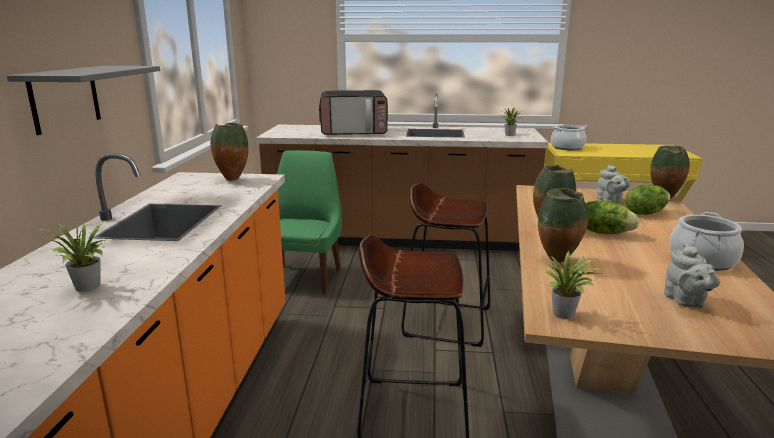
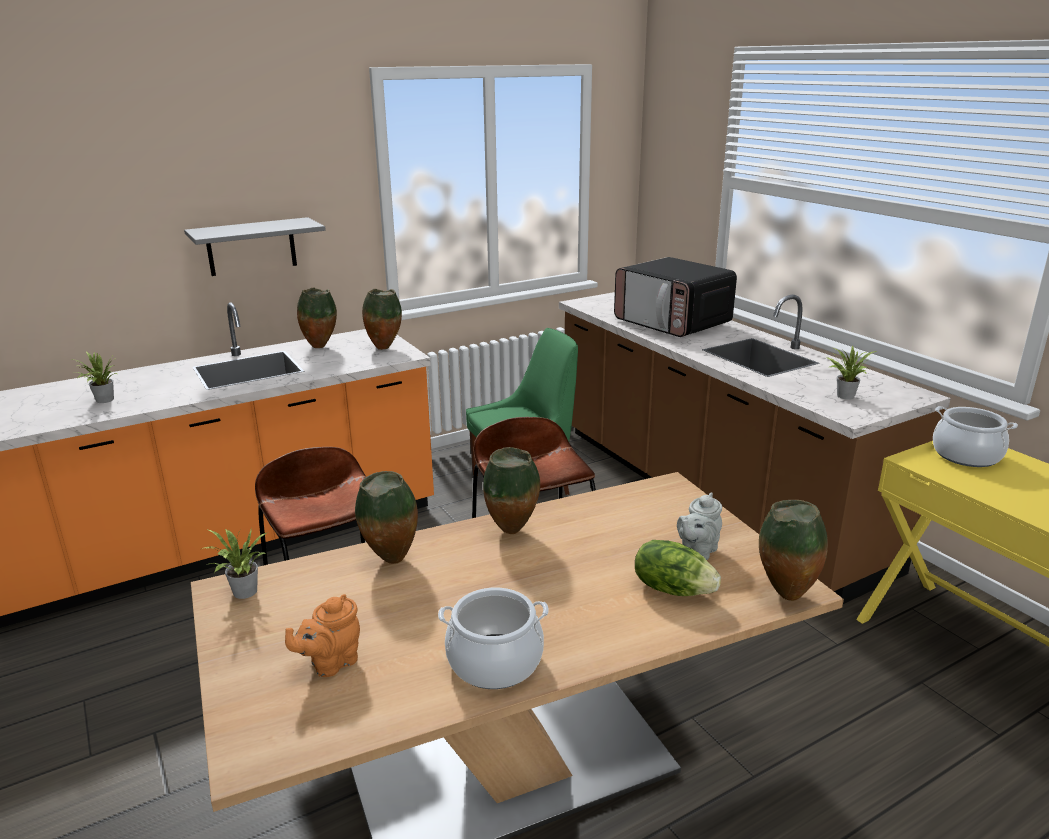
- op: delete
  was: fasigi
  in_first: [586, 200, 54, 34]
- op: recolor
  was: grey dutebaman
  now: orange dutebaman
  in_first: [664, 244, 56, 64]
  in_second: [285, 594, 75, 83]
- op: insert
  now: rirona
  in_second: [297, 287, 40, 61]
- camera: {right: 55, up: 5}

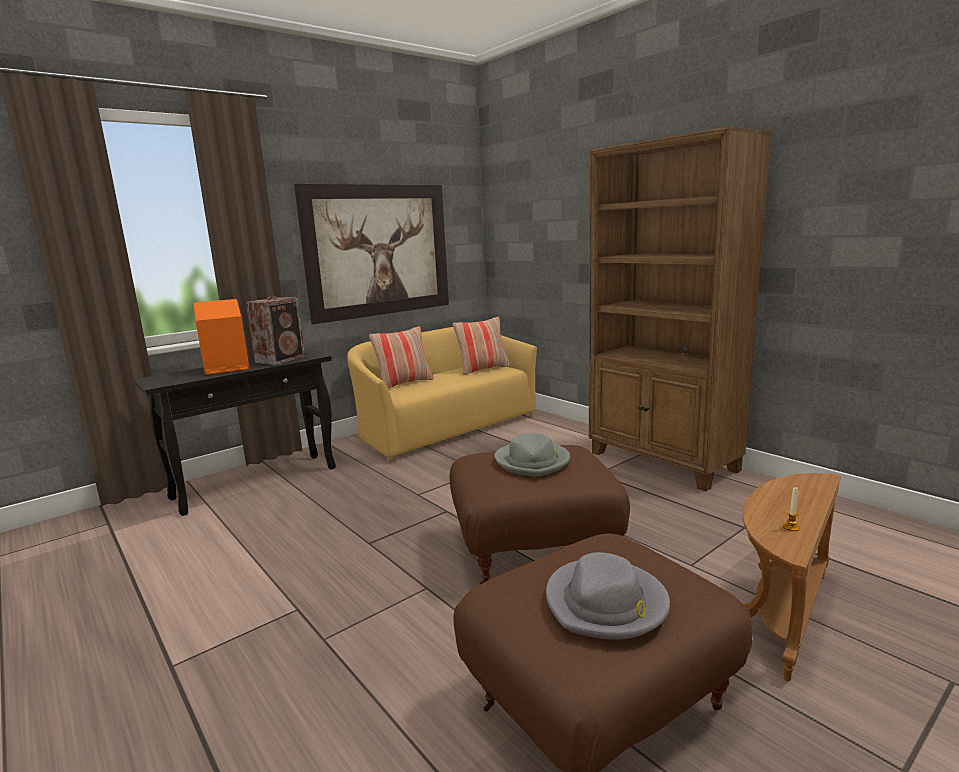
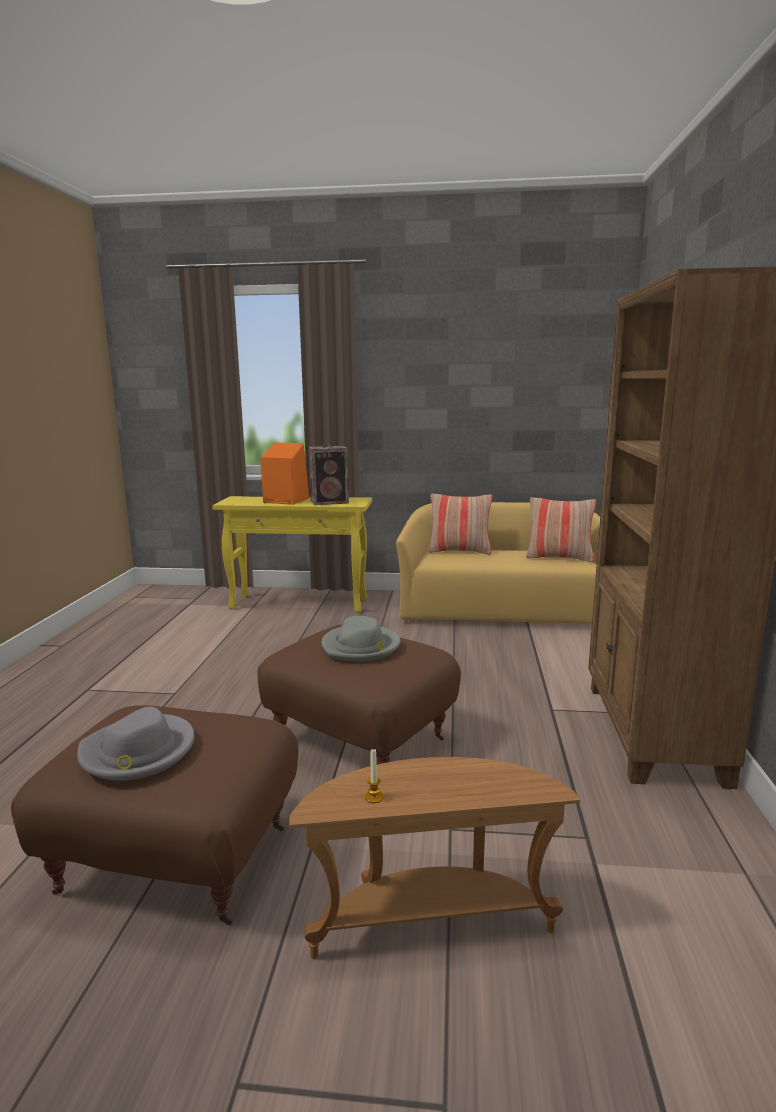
- op: recolor
  was: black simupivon
  now: yellow simupivon
  in_first: [133, 349, 203, 167]
  in_second: [212, 496, 160, 117]
- op: delete
  was: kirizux
  in_first: [294, 184, 155, 140]
- camera: {right: 45, up: 0}

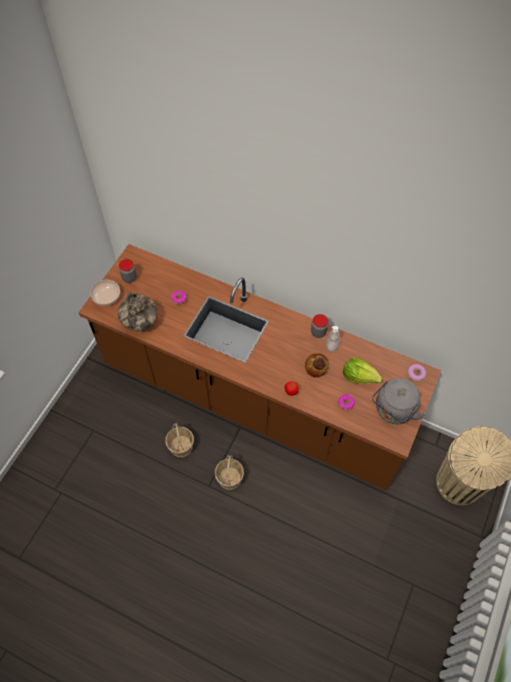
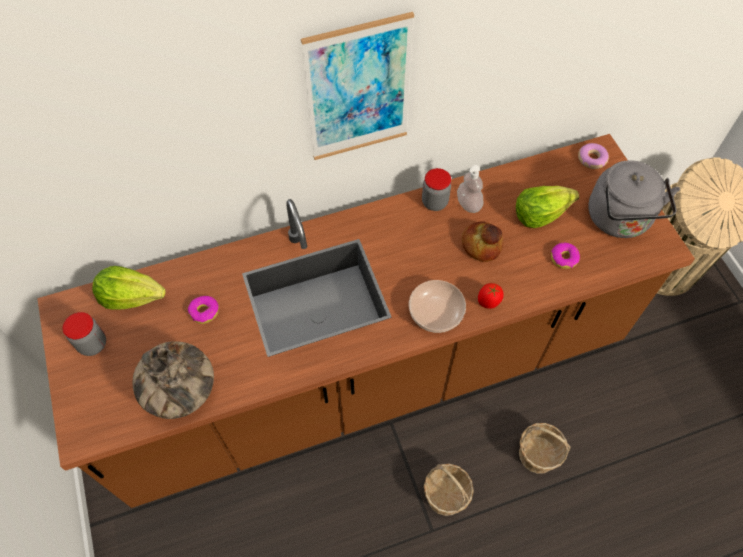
- op: move
  was: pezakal
  in_first: [90, 280, 30, 26]
  in_second: [409, 280, 57, 53]
- op: move
  was: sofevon
  in_first: [165, 423, 29, 34]
  in_second: [519, 423, 51, 51]
- op: insert
  now: fasigi
  in_second: [92, 266, 74, 43]
- op: insert
  now: kirizux
  in_second: [301, 12, 113, 148]
- camera: {right: -45, up: 0}

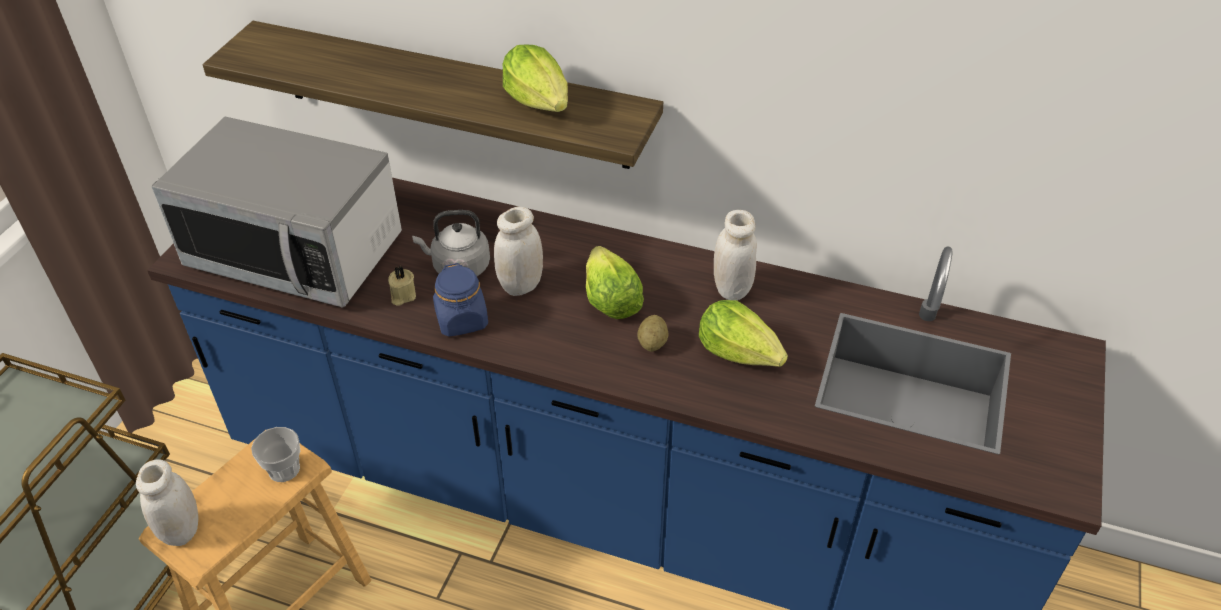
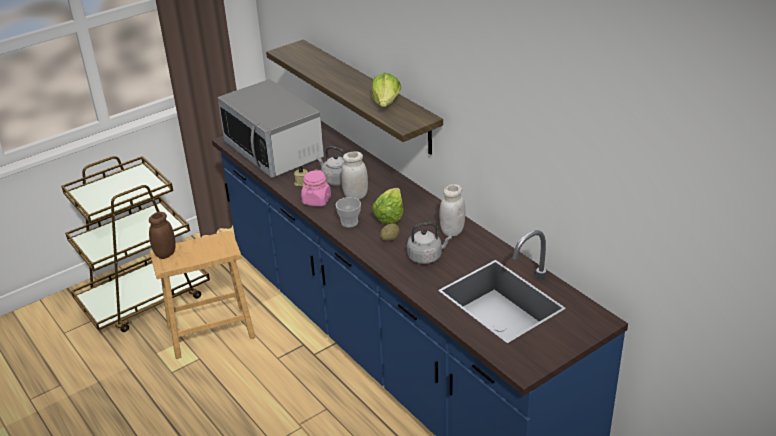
- op: recolor
  was: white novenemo
  now: brown novenemo
  in_first: [136, 459, 63, 87]
  in_second: [149, 212, 27, 47]
- op: move
  was: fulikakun
  in_first: [251, 427, 49, 55]
  in_second: [336, 197, 25, 30]
- op: recolor
  was: blue novenemo
  now: pink novenemo
  in_first: [433, 263, 55, 74]
  in_second: [301, 170, 30, 37]
- op: replace
  was: fasigi
  now: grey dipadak
  in_first: [699, 300, 89, 67]
  in_second: [407, 222, 45, 42]
- camera: {right: 35, up: -10}

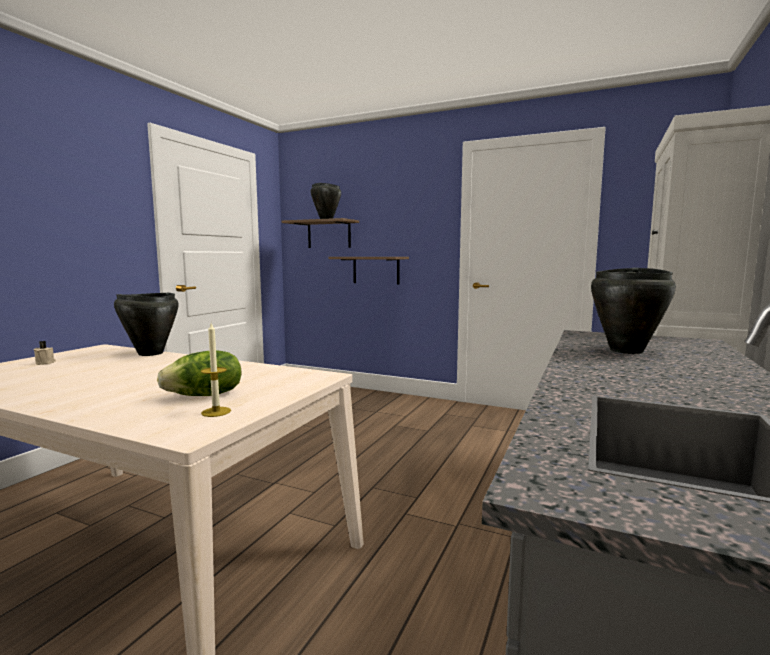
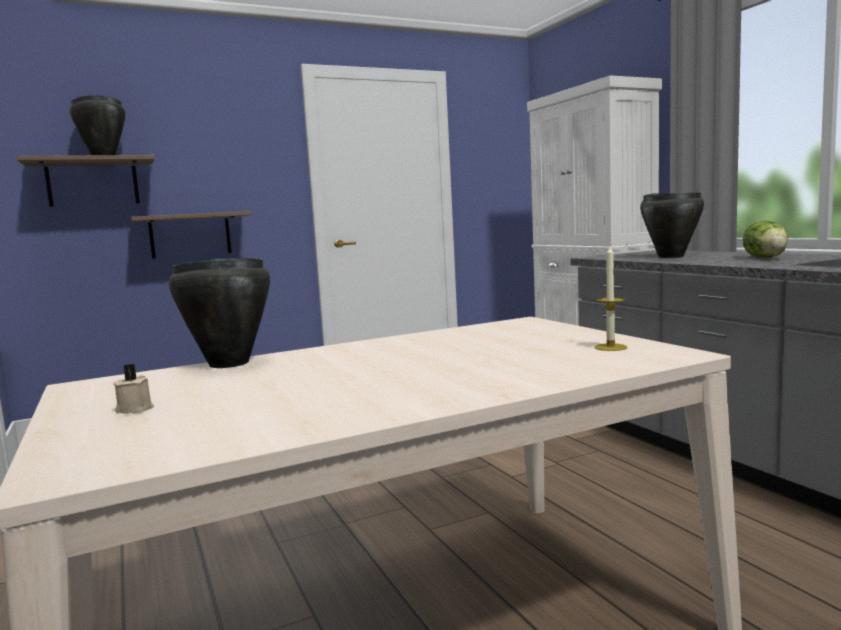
- op: move
  was: fasigi
  in_first: [157, 351, 84, 45]
  in_second: [743, 221, 45, 37]
- camera: {right: -50, up: 0}

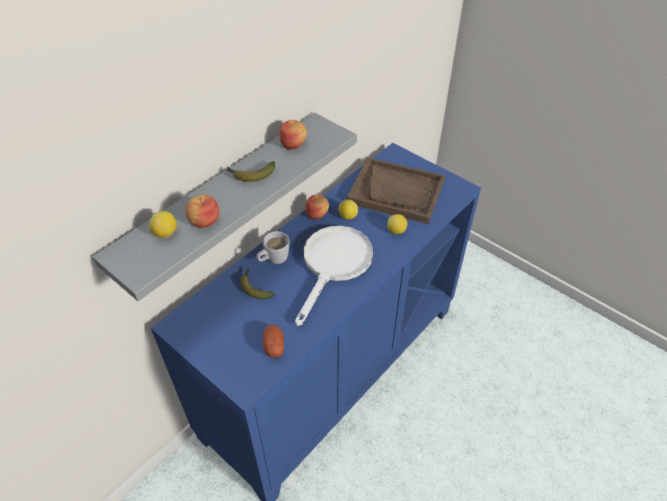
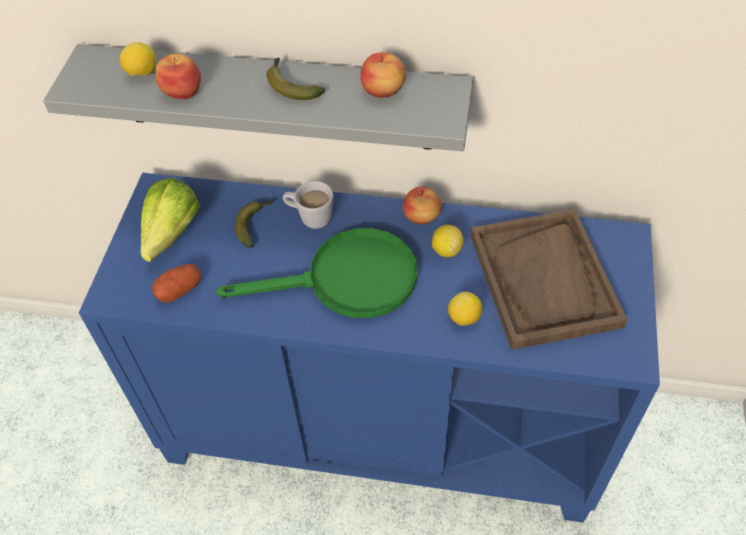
- op: recolor
  was: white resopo
  now: green resopo
  in_first: [295, 226, 78, 100]
  in_second: [216, 228, 201, 90]
- op: insert
  now: fasigi
  in_second: [141, 178, 59, 84]
- camera: {right: 60, up: 5}

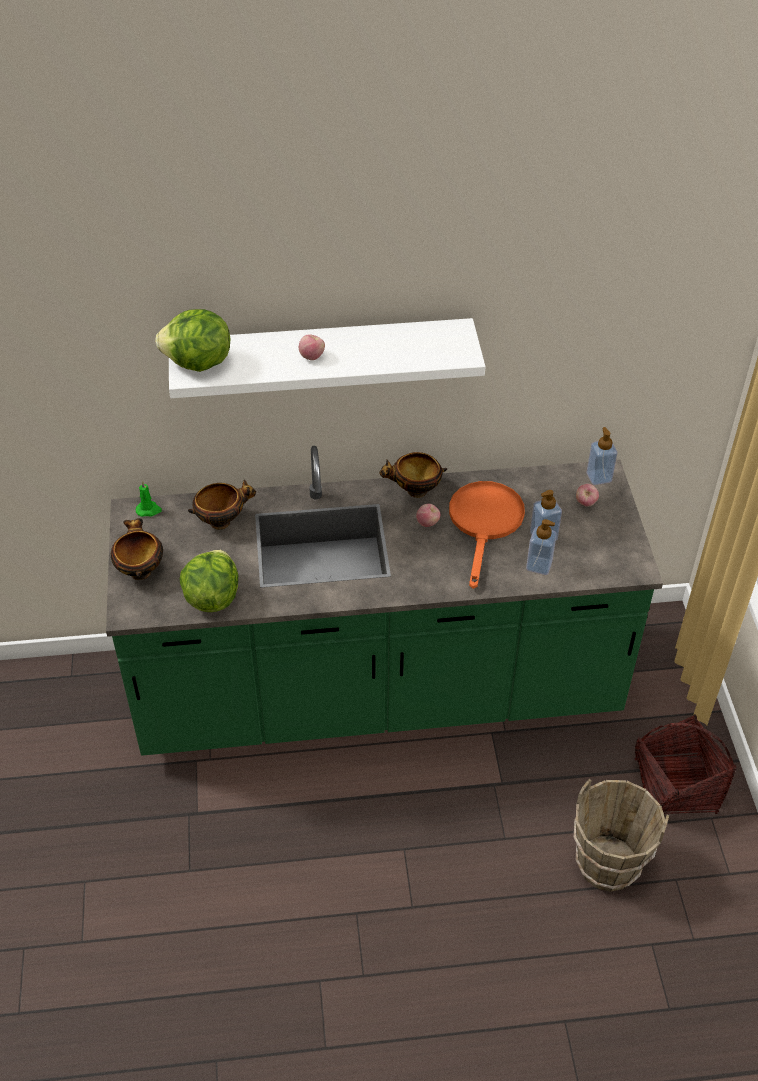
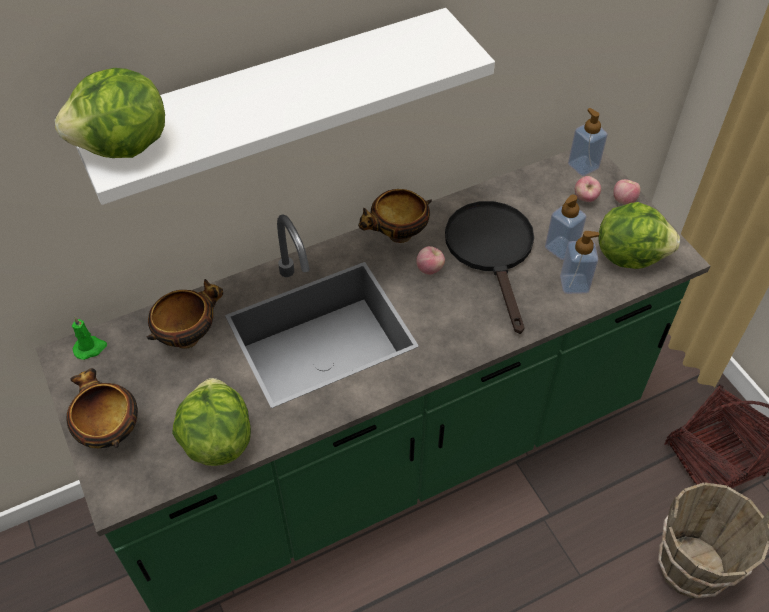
- op: move
  was: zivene
  in_first: [299, 334, 26, 26]
  in_second: [613, 179, 28, 26]
- op: recolor
  was: orange resopo
  now: black resopo
  in_first: [449, 481, 76, 108]
  in_second: [445, 201, 89, 133]
- op: insert
  now: fasigi
  in_second: [598, 202, 82, 67]
- camera: {right: -20, up: 5}

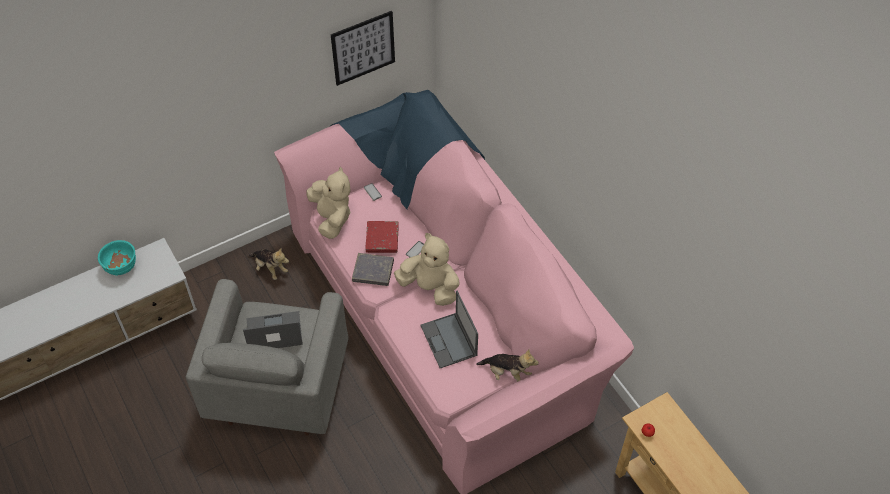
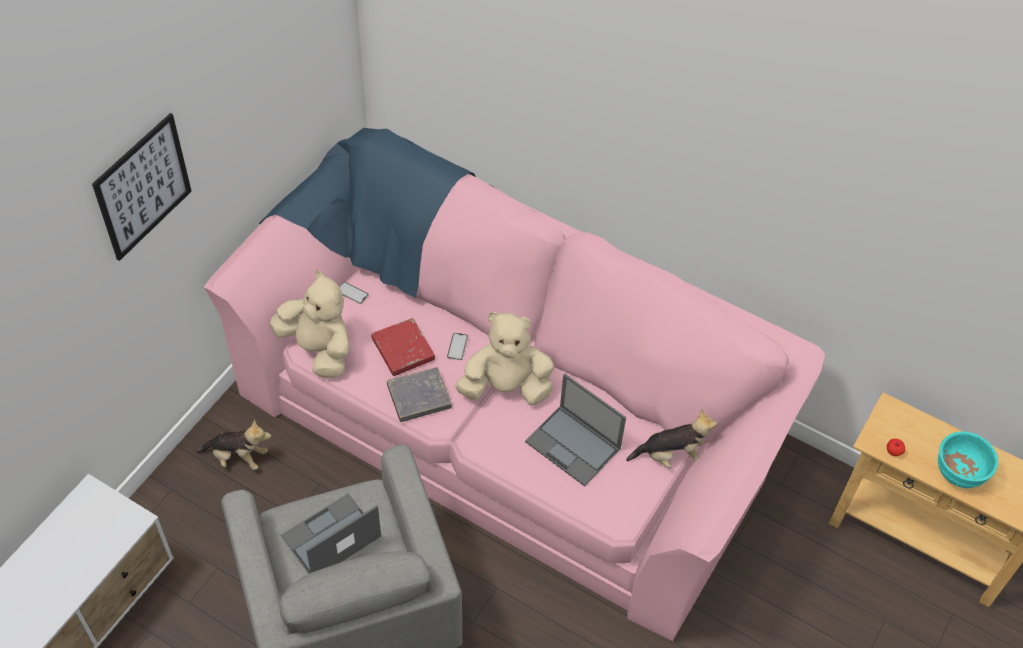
- op: move
  was: turquoise pezakal
  in_first: [98, 240, 38, 35]
  in_second: [938, 431, 60, 58]
- op: move
  was: kirizux
  in_first: [331, 11, 64, 75]
  in_second: [92, 113, 100, 148]
- camera: {right: -30, up: 0}

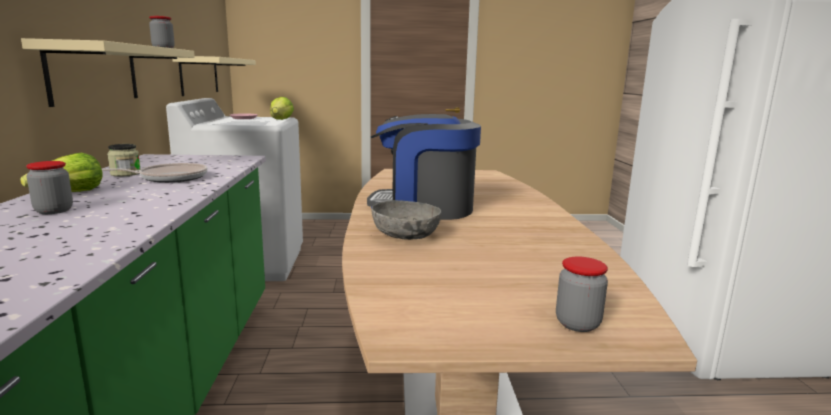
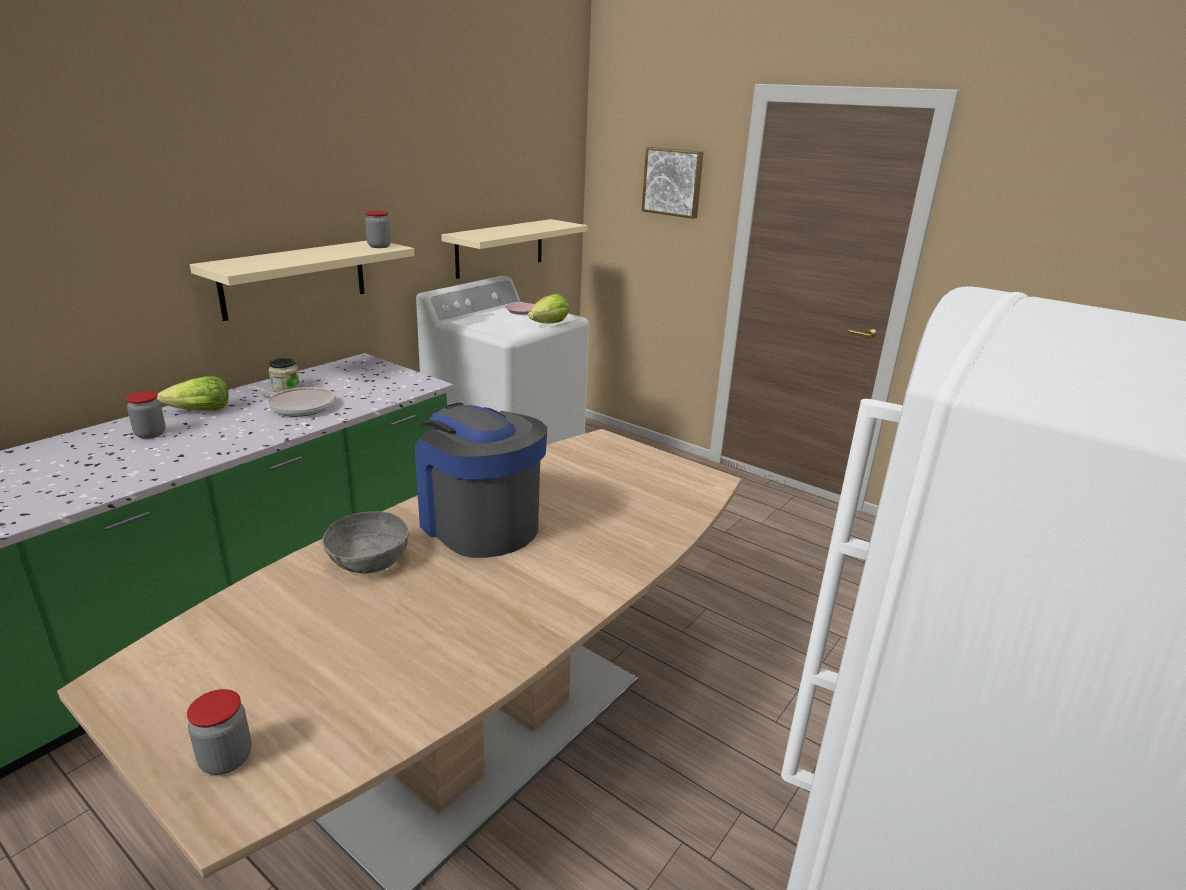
- op: insert
  now: kirizux
  in_second: [642, 147, 62, 72]
- camera: {right: 40, up: 10}

